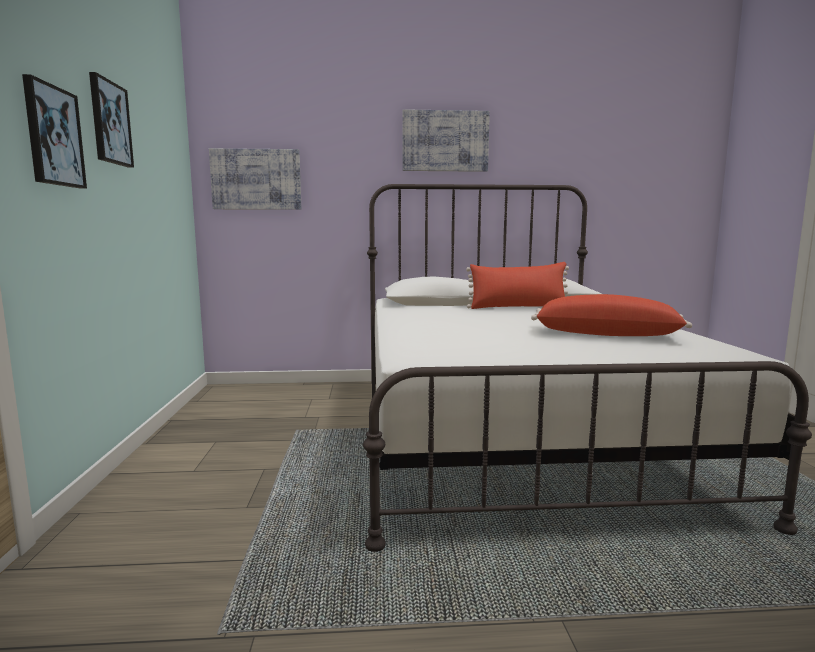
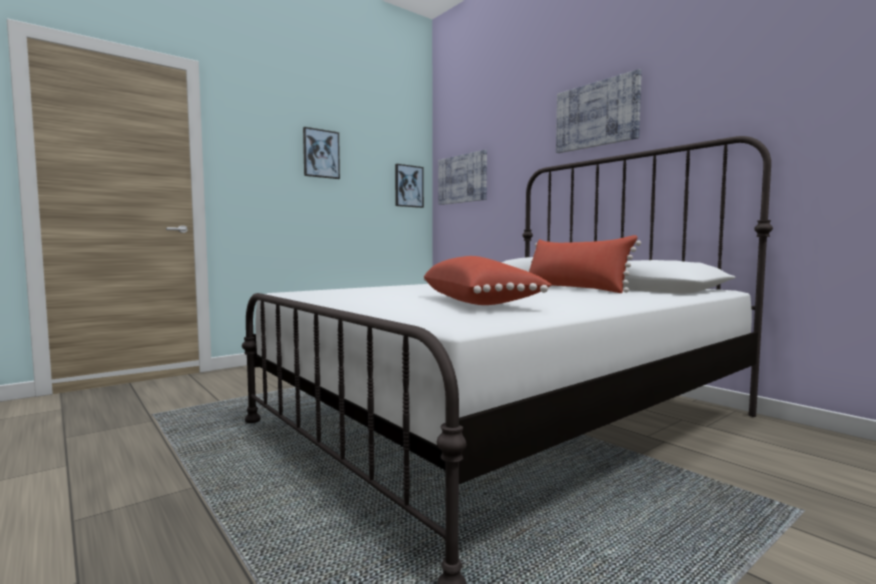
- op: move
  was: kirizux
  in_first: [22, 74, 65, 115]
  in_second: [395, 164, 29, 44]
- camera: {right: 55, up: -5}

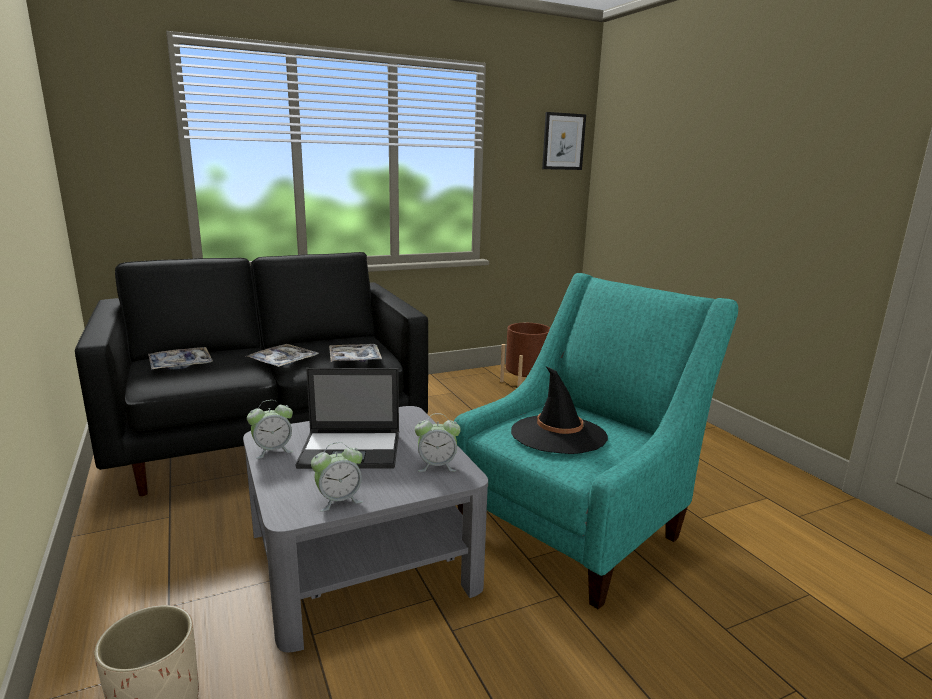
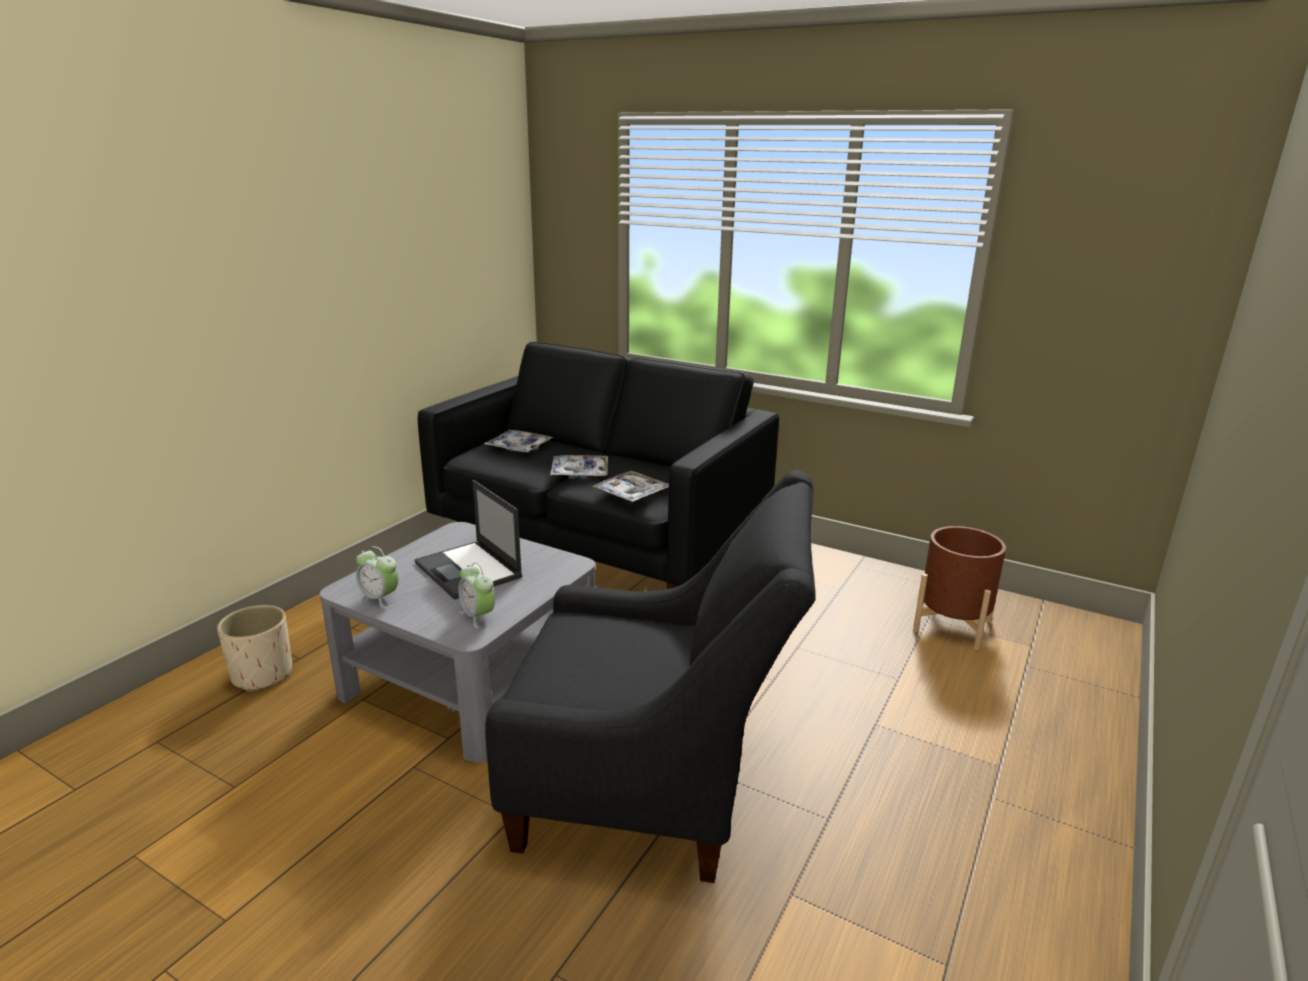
- op: delete
  was: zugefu
  in_first: [247, 400, 47, 59]
- op: recolor
  was: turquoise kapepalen
  now: black kapepalen
  in_first: [454, 273, 284, 337]
  in_second: [485, 470, 331, 413]
- op: delete
  was: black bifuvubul
  in_first: [511, 366, 97, 88]
- op: delete
  was: kirizux
  in_first: [542, 112, 44, 58]
- camera: {right: 55, up: 5}

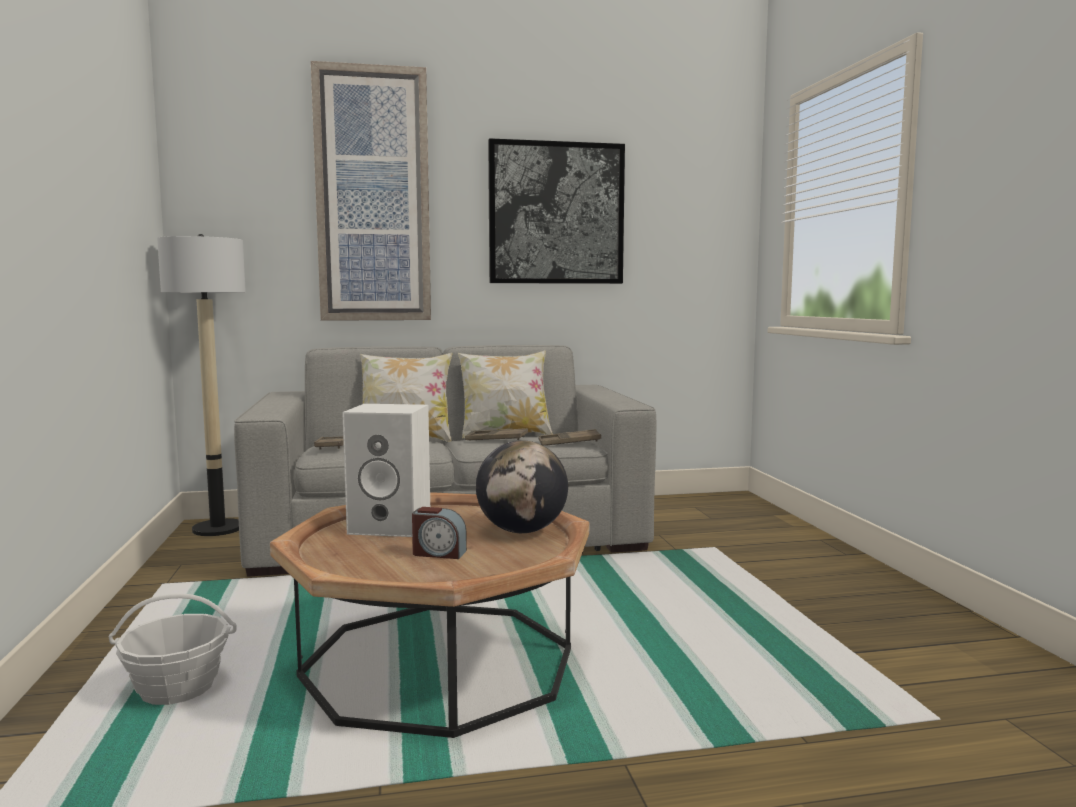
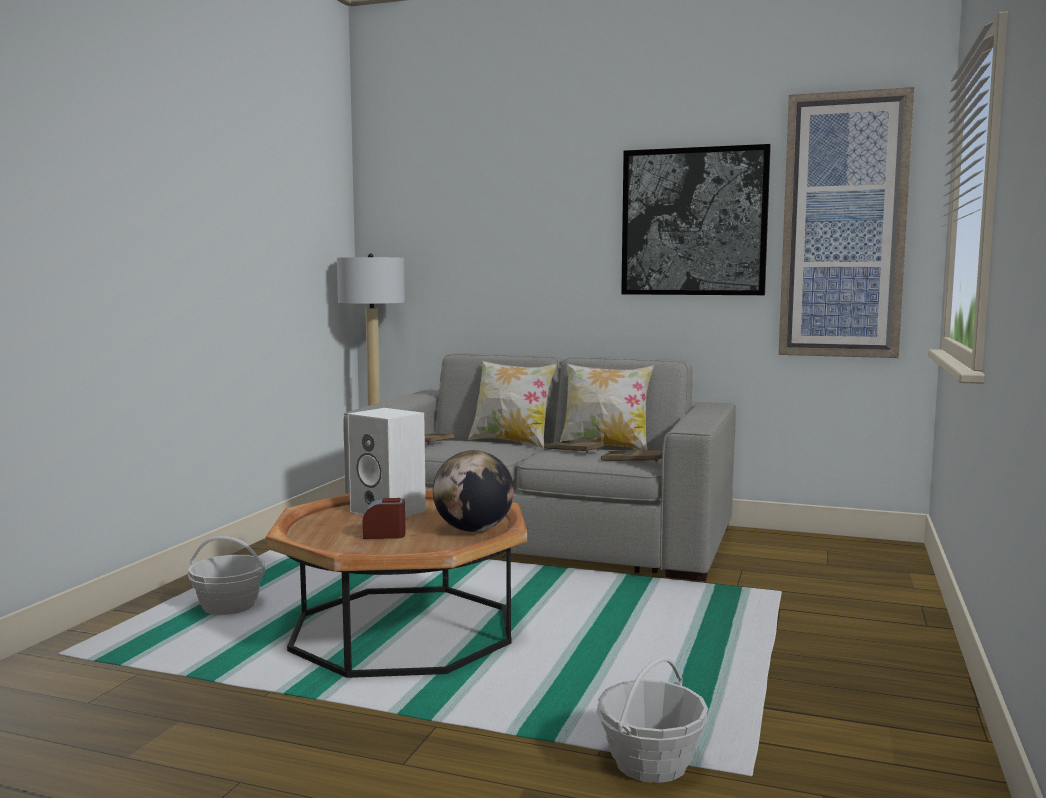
- op: move
  was: kirizux
  in_first: [311, 61, 120, 260]
  in_second: [778, 87, 136, 271]
- op: rotate
  was: zugefu
  in_first: [412, 507, 55, 52]
  in_second: [362, 498, 44, 41]
  clockwise: 135
- op: insert
  now: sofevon
  in_second: [596, 656, 112, 127]
- camera: {right: 30, up: 0}

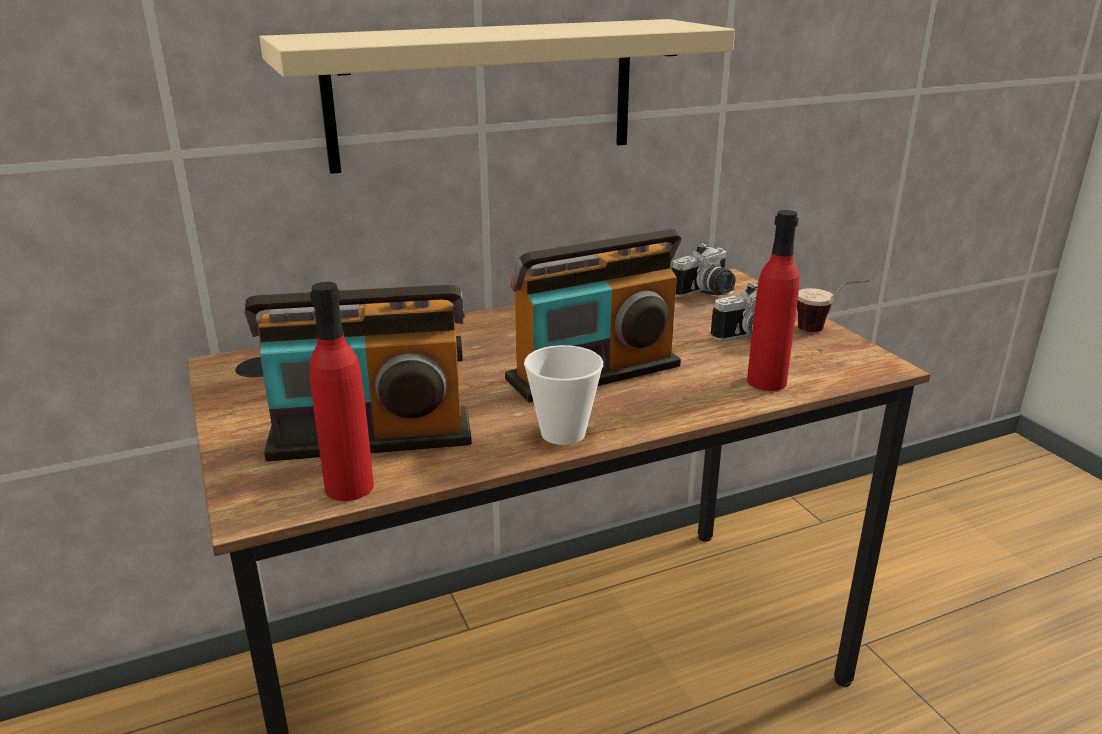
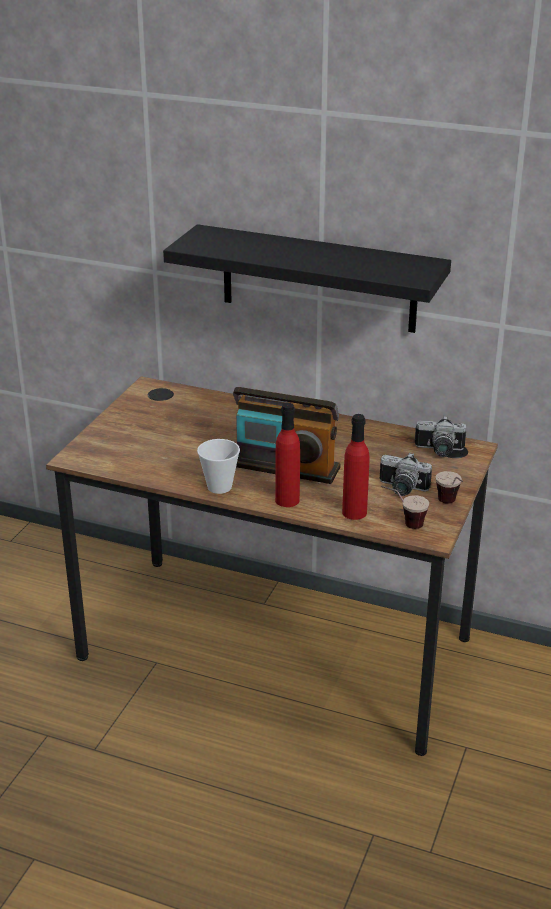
- op: delete
  was: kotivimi
  in_first: [245, 285, 227, 176]
- op: recolor
  was: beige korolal
  now: black korolal
  in_first: [259, 19, 476, 155]
  in_second: [163, 224, 288, 109]
- op: move
  was: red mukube
  in_first: [309, 282, 65, 219]
  in_second: [275, 403, 25, 104]
- op: insert
  now: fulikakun
  in_second: [381, 485, 48, 44]
- camera: {right: 45, up: 5}

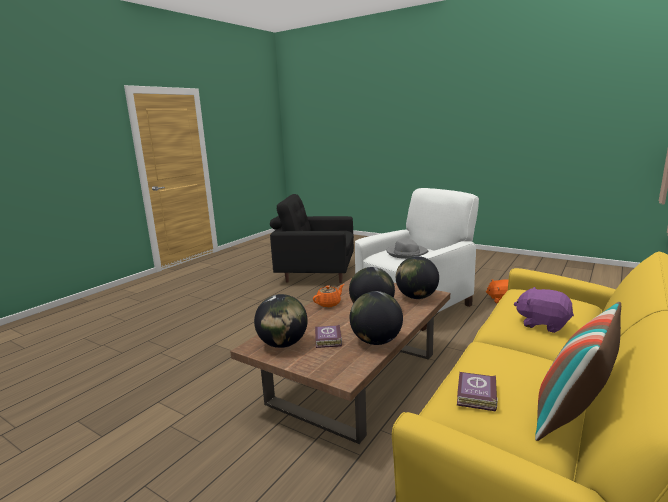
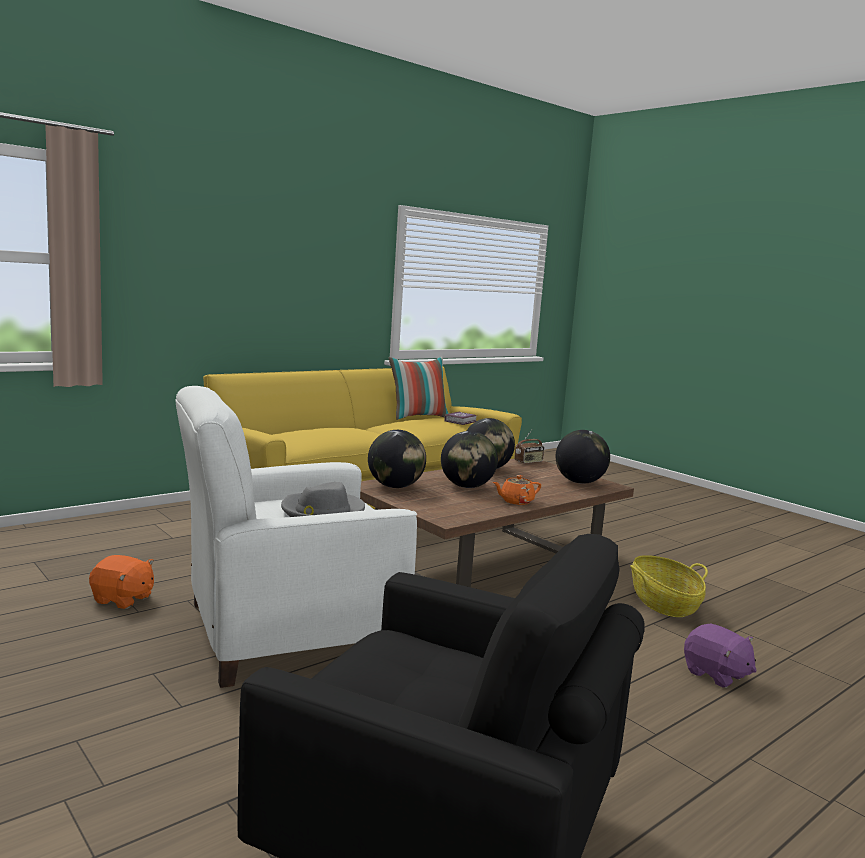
- op: delete
  was: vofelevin
  in_first: [315, 325, 27, 23]
- op: move
  was: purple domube
  in_first: [514, 287, 60, 46]
  in_second: [684, 623, 73, 65]
- op: insert
  now: kotivimi
  in_second: [515, 429, 29, 35]
- op: insert
  now: sofevon
  in_second: [630, 555, 78, 62]
- camera: {right: -165, up: -5}

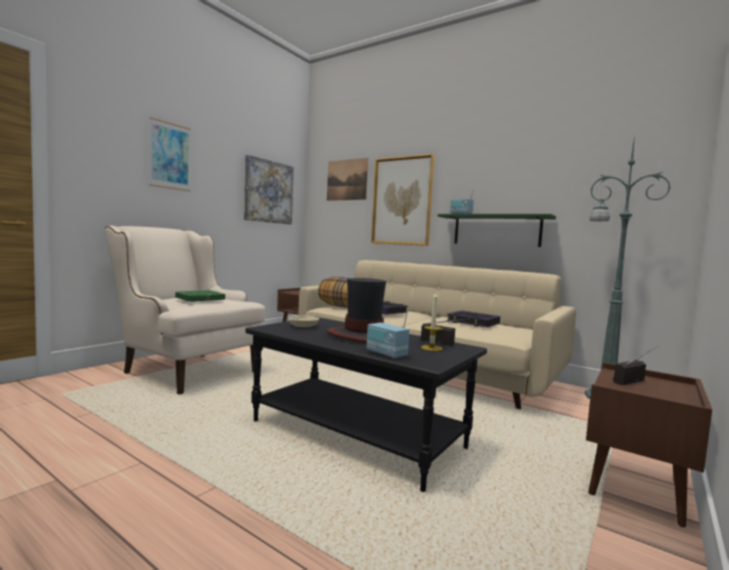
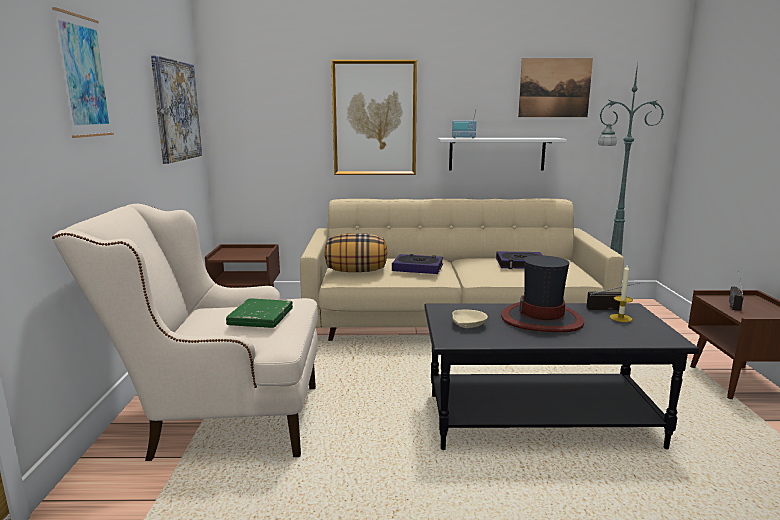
- op: move
  was: kirizux
  in_first: [327, 158, 41, 43]
  in_second: [518, 58, 75, 59]
- op: delete
  was: kotivimi
  in_first: [367, 311, 42, 48]
- op: recolor
  was: green korolal
  now: white korolal
  in_first: [438, 214, 118, 33]
  in_second: [438, 138, 129, 32]
- camera: {right: -35, up: 10}

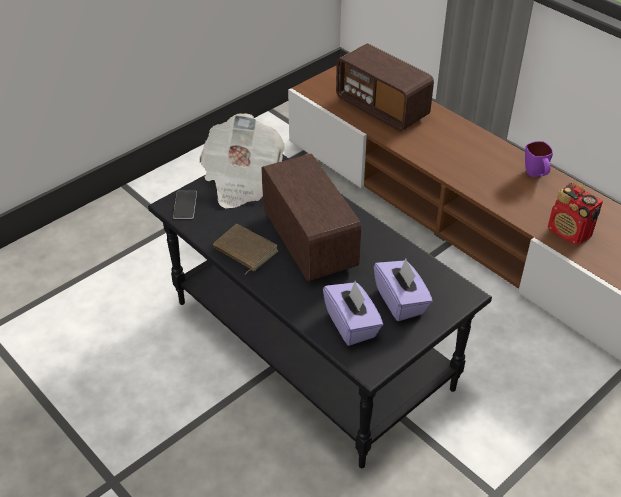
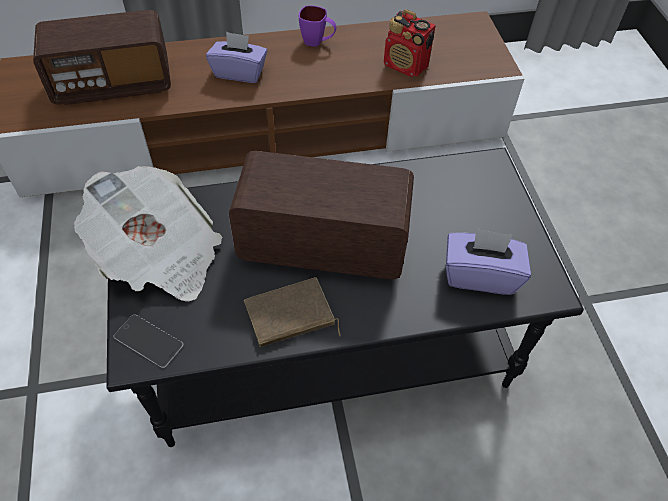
- op: move
  was: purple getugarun
  in_first: [374, 259, 59, 62]
  in_second: [206, 32, 62, 51]
- op: rotate
  was: kotivimi
  in_first: [548, 183, 55, 62]
  in_second: [384, 10, 52, 67]
  clockwise: 45
- camera: {right: -60, up: 10}

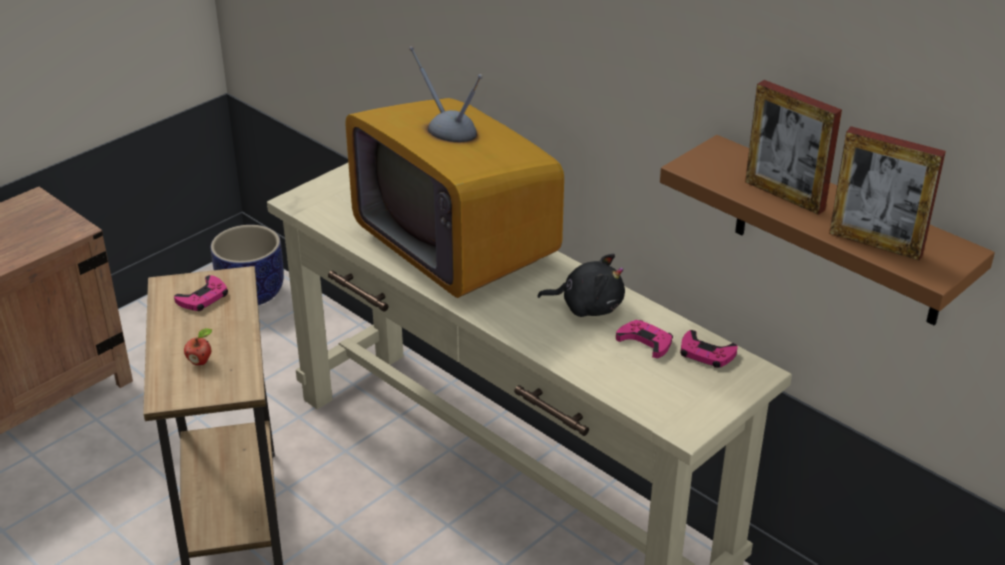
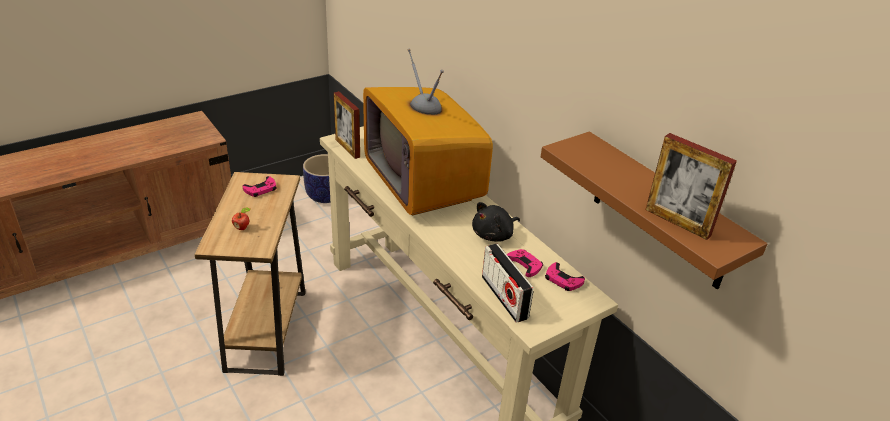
- op: rotate
  was: black domube
  in_first: [537, 254, 88, 63]
  in_second: [472, 202, 48, 40]
  clockwise: 120
- op: move
  was: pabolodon
  in_first: [745, 80, 97, 135]
  in_second: [334, 91, 26, 68]
- op: insert
  now: kotivimi
  in_second: [482, 244, 52, 79]
- camera: {right: 10, up: 0}

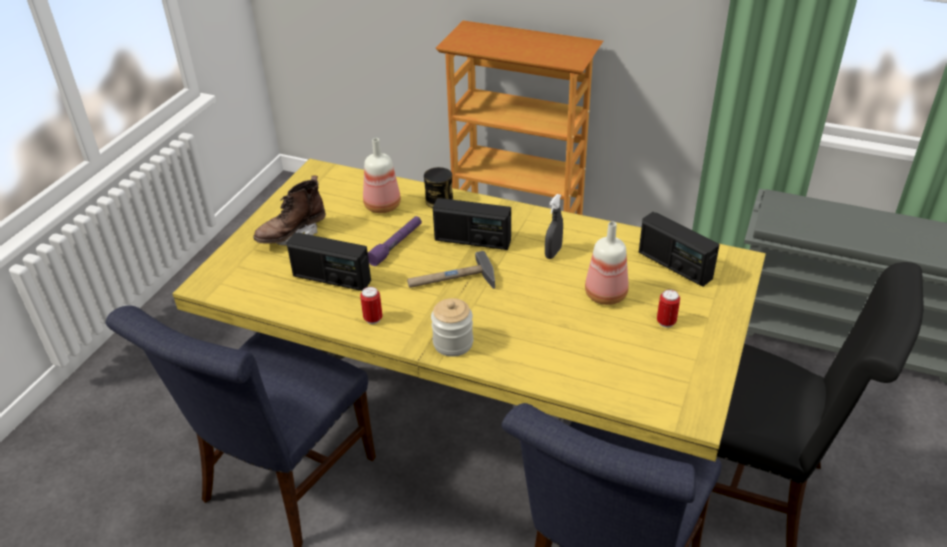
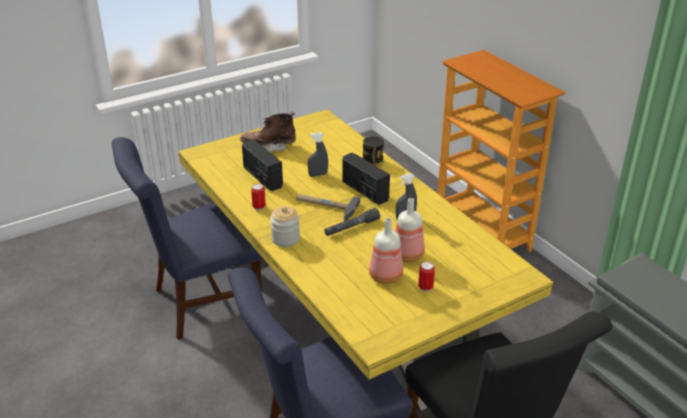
- op: move
  was: mukube
  in_first: [363, 138, 38, 75]
  in_second: [369, 218, 34, 66]
- op: replace
  was: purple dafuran
  now: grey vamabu
  in_first: [368, 216, 54, 50]
  in_second: [308, 132, 20, 45]
- op: delete
  was: kotivimi
  in_first: [639, 212, 80, 75]
- op: insert
  now: grey dafuran
  in_second: [325, 208, 55, 28]
- camera: {right: 35, up: -5}

